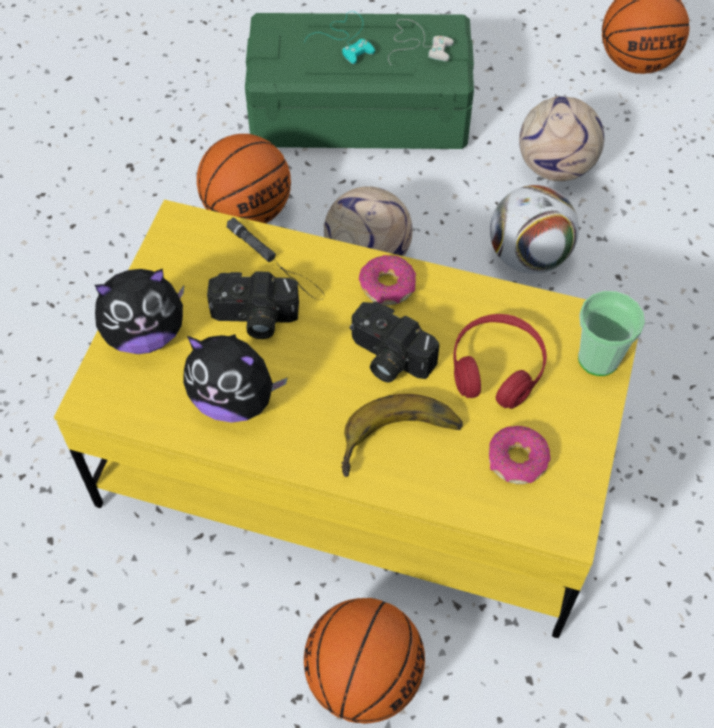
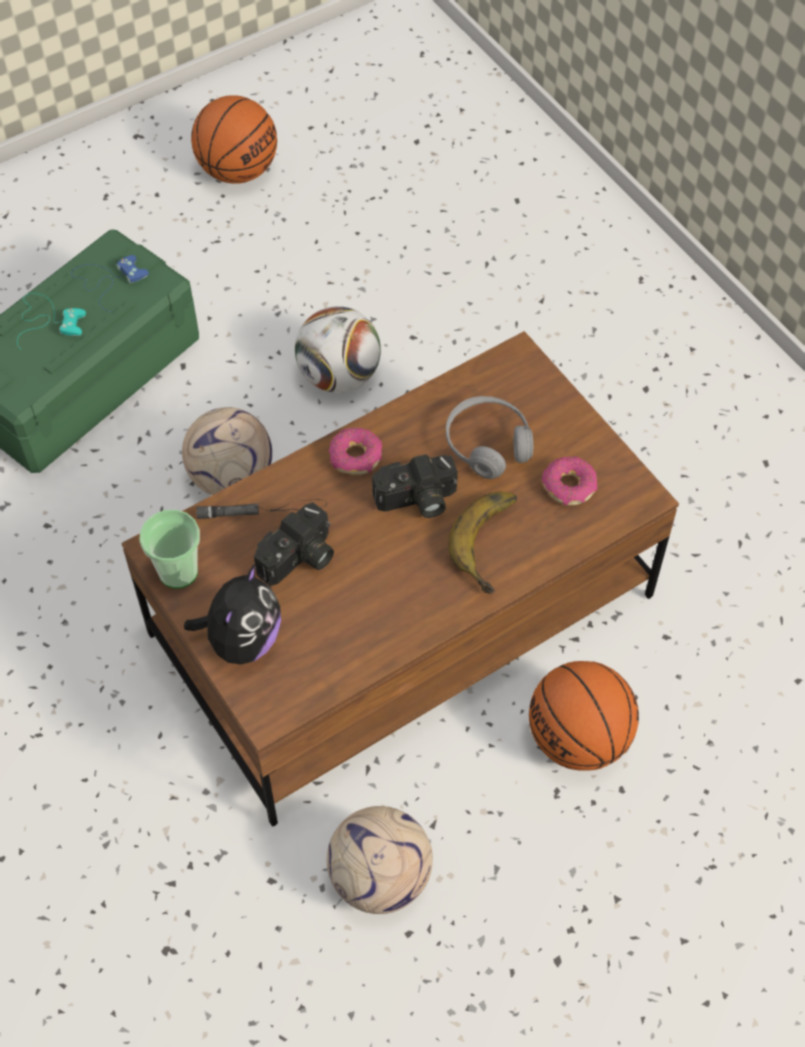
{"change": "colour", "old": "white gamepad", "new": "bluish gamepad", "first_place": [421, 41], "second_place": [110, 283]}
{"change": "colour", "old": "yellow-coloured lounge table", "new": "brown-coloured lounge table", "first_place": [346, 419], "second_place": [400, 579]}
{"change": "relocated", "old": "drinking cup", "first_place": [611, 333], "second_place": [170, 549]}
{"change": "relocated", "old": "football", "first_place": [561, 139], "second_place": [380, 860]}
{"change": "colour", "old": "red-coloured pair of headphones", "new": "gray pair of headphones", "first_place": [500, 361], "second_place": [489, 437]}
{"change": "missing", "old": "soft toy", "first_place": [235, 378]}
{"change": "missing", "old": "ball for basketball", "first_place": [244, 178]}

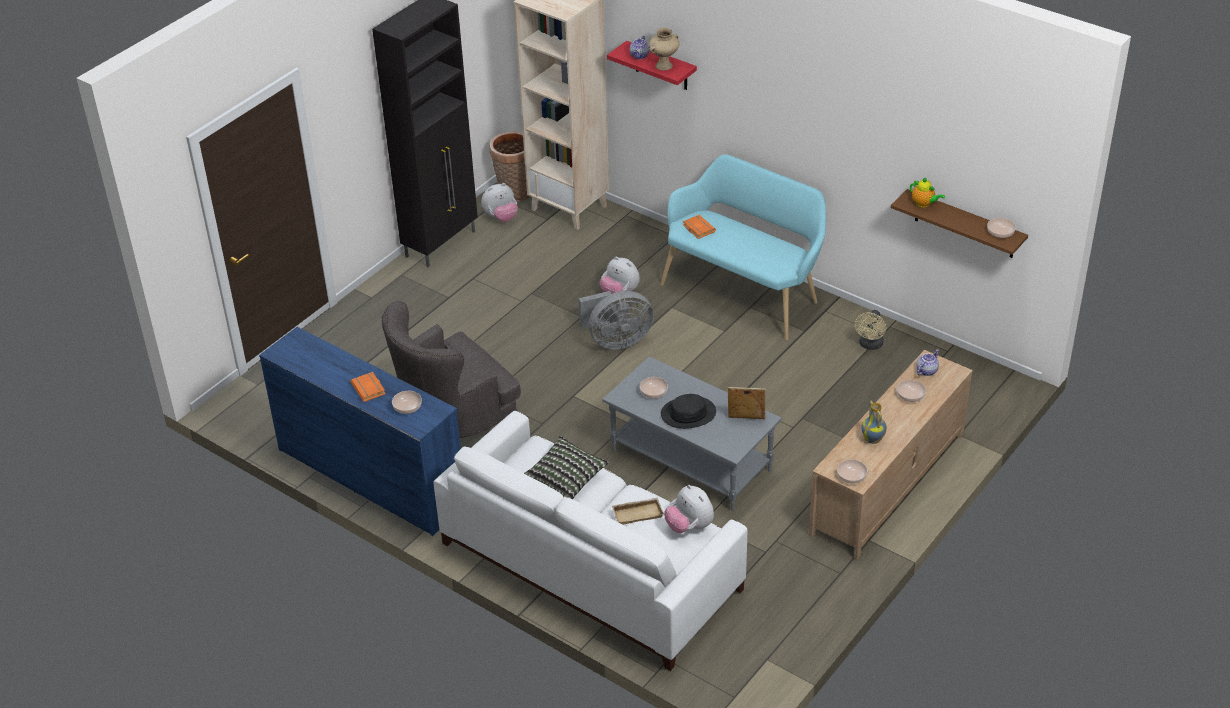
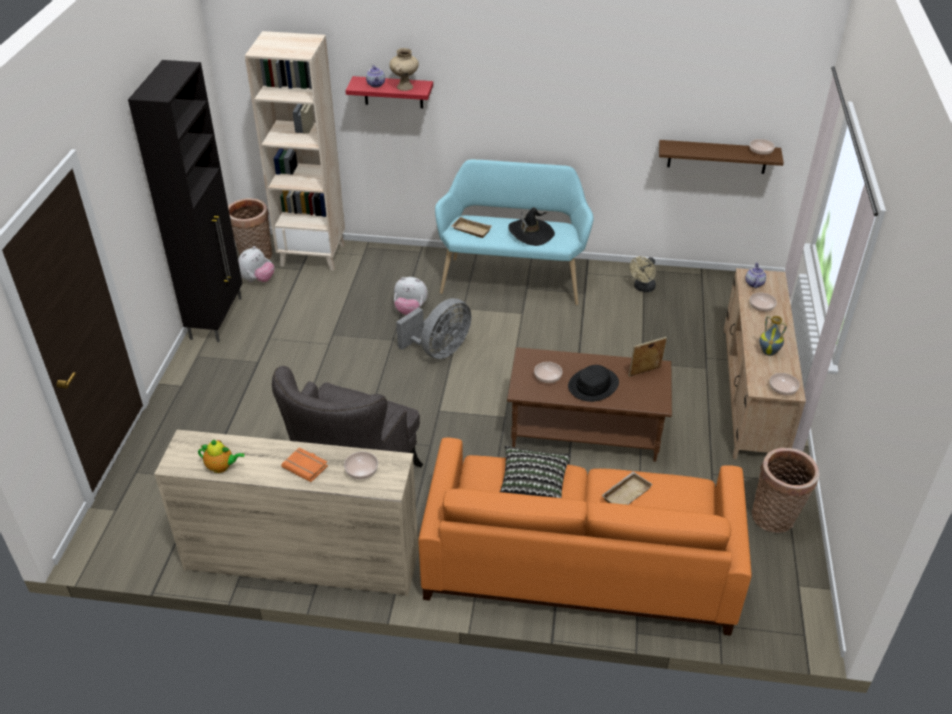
{"change": "colour", "old": "bluish drawer chest", "new": "beige drawer chest", "first_place": [360, 431], "second_place": [286, 513]}
{"change": "relocated", "old": "teapot", "first_place": [927, 193], "second_place": [221, 456]}
{"change": "colour", "old": "white sofa", "new": "orange sofa", "first_place": [590, 541], "second_place": [585, 537]}
{"change": "exchanged", "old": "orange book", "new": "beige carrying tray", "first_place": [699, 227], "second_place": [471, 227]}
{"change": "colour", "old": "gray lounge table", "new": "brown-coloured lounge table", "first_place": [692, 433], "second_place": [589, 404]}
{"change": "appeared", "new": "blackish clothing hat", "second_place": [531, 226]}
{"change": "spun", "old": "beige cooling fan", "first_place": [870, 330], "second_place": [643, 274], "degrees": 45}
{"change": "appeared", "new": "storage basket", "second_place": [785, 490]}
{"change": "missing", "old": "soft toy", "first_place": [689, 509]}

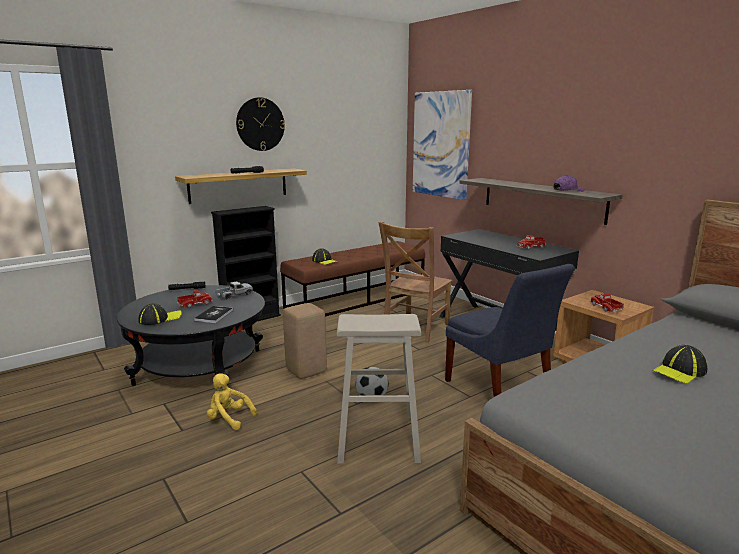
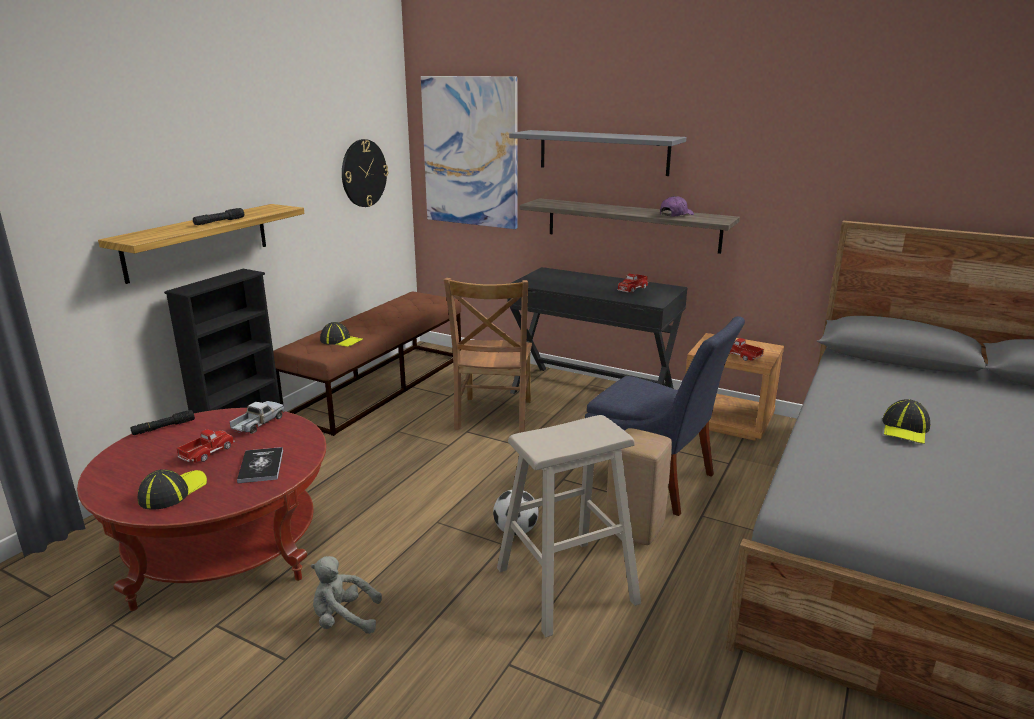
{"change": "colour", "old": "blackish lounge table", "new": "red-coloured lounge table", "first_place": [190, 335], "second_place": [201, 509]}
{"change": "colour", "old": "yellow-coloured soft toy", "new": "gray soft toy", "first_place": [232, 402], "second_place": [346, 595]}
{"change": "relocated", "old": "clock on the wall", "first_place": [260, 124], "second_place": [365, 173]}
{"change": "appeared", "new": "gray bracket shelf", "second_place": [597, 153]}
{"change": "relocated", "old": "beige sitting stool", "first_place": [305, 341], "second_place": [639, 486]}

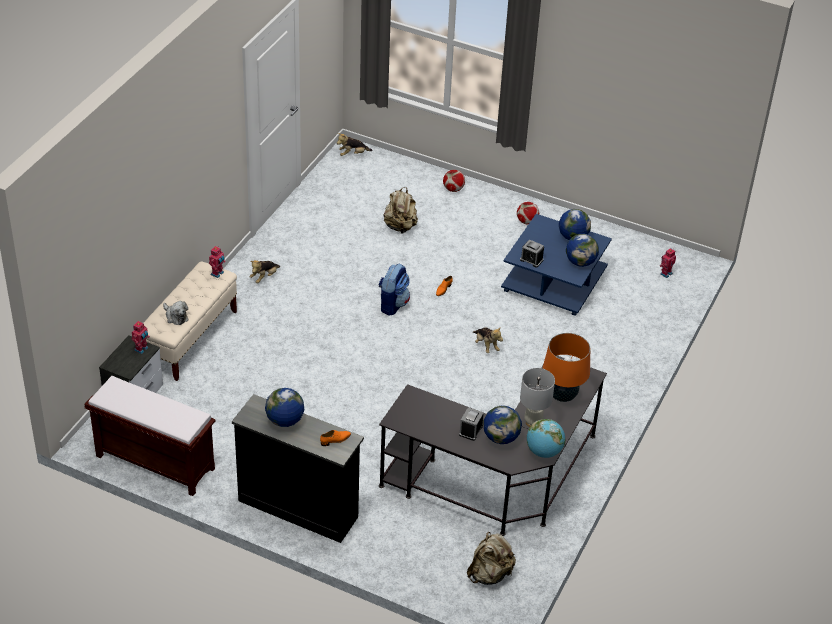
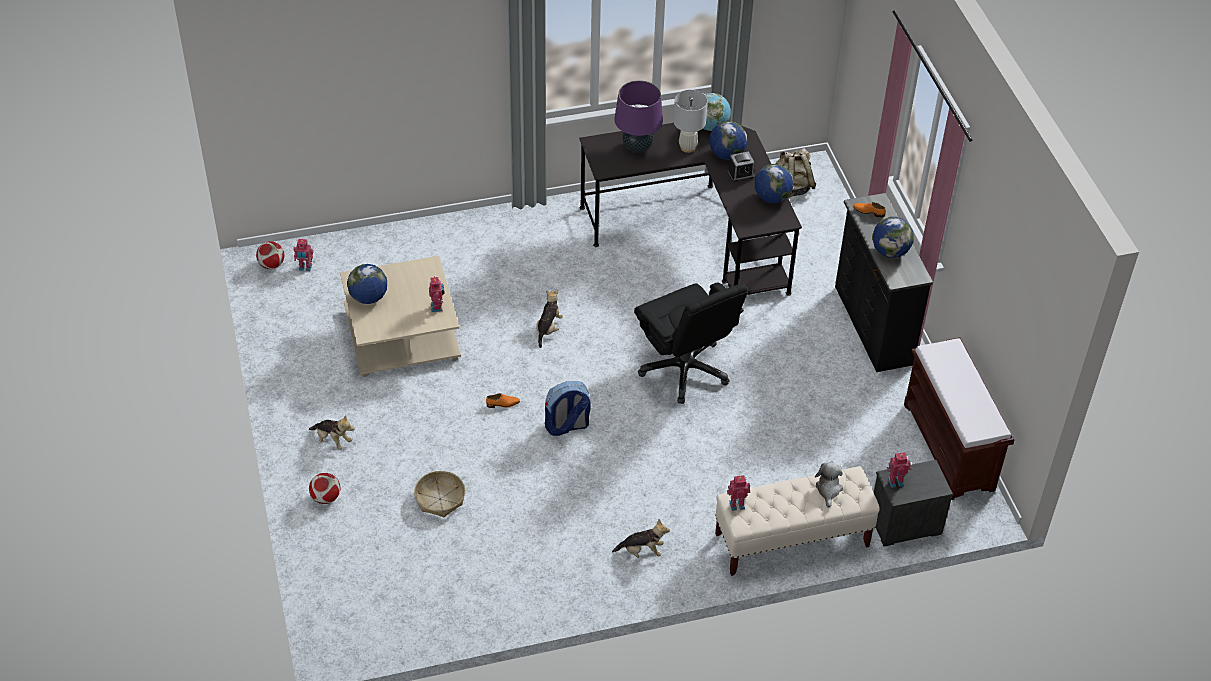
{"change": "relocated", "old": "football", "first_place": [528, 213], "second_place": [270, 255]}
{"change": "relocated", "old": "soft toy", "first_place": [354, 144], "second_place": [331, 432]}
{"change": "colour", "old": "bluish lounge table", "new": "beige lounge table", "first_place": [556, 265], "second_place": [400, 316]}
{"change": "exchanged", "old": "beige knapsack", "new": "storage basket", "first_place": [401, 210], "second_place": [439, 494]}
{"change": "exchanged", "old": "bedside clock", "new": "toy robot", "first_place": [532, 254], "second_place": [437, 294]}
{"change": "colour", "old": "orange table lamp", "new": "purple table lamp", "first_place": [566, 367], "second_place": [638, 116]}
{"change": "appeared", "new": "blackish desk chair", "second_place": [691, 343]}
{"change": "relocated", "old": "desk globe", "first_place": [582, 250], "second_place": [774, 183]}

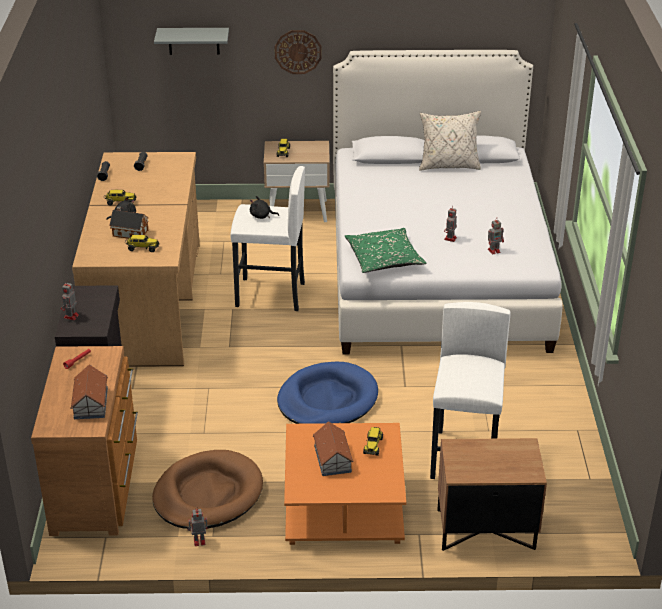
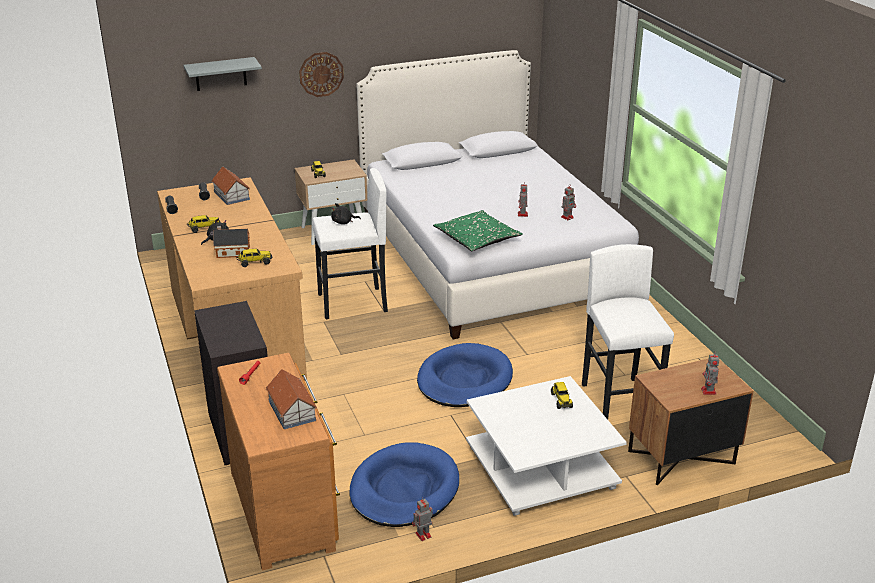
{"change": "relocated", "old": "model house", "first_place": [333, 448], "second_place": [230, 185]}
{"change": "colour", "old": "brown-coloured dog bed", "new": "bluish dog bed", "first_place": [207, 489], "second_place": [404, 484]}
{"change": "colour", "old": "orange lounge table", "new": "white lounge table", "first_place": [345, 484], "second_place": [546, 446]}
{"change": "relocated", "old": "toy robot", "first_place": [70, 301], "second_place": [710, 373]}
{"change": "missing", "old": "beige throw pillow", "first_place": [450, 141]}

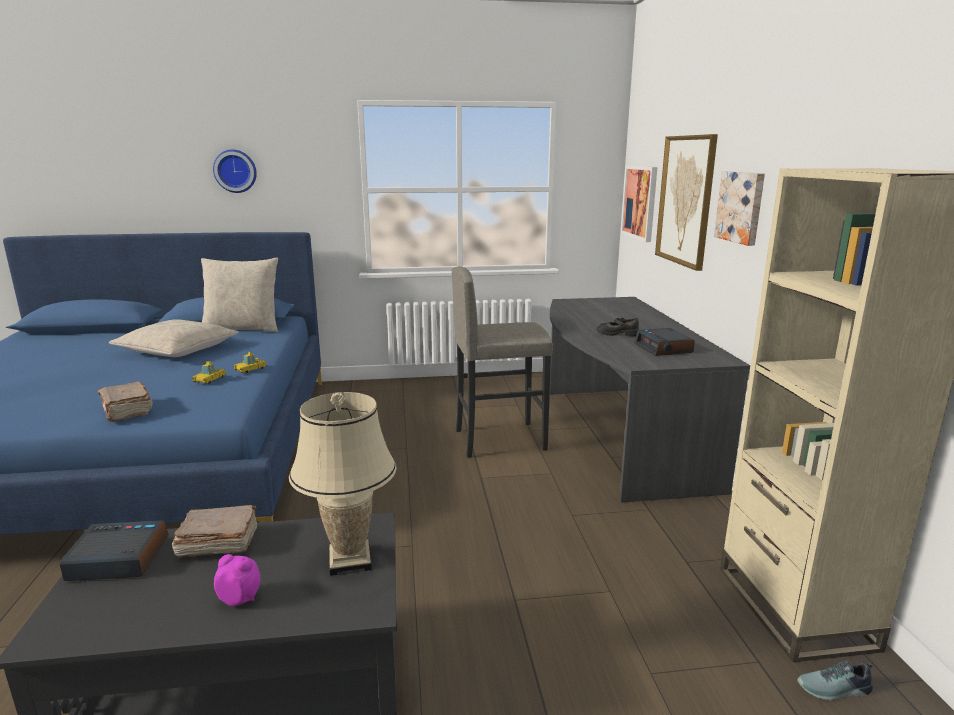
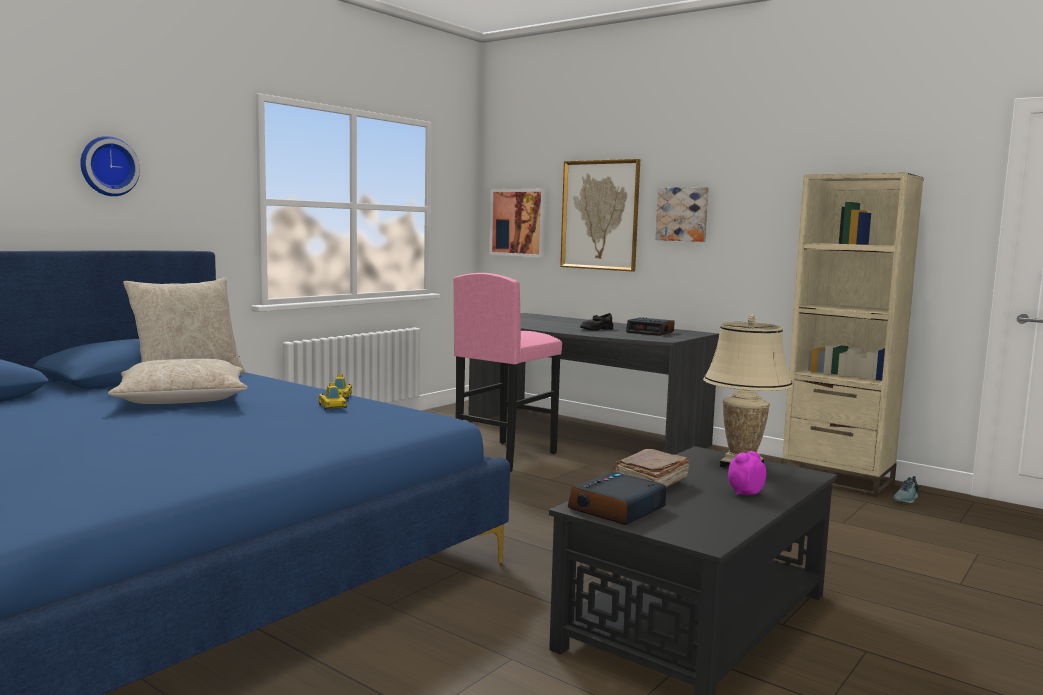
{"change": "colour", "old": "gray sitting stool", "new": "pink sitting stool", "first_place": [502, 362], "second_place": [508, 372]}
{"change": "missing", "old": "brown-coloured book", "first_place": [125, 402]}

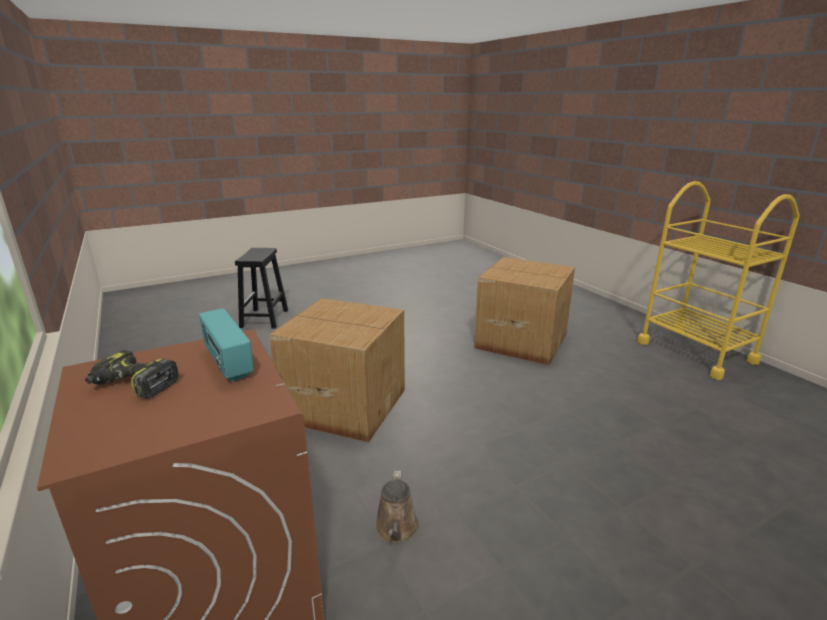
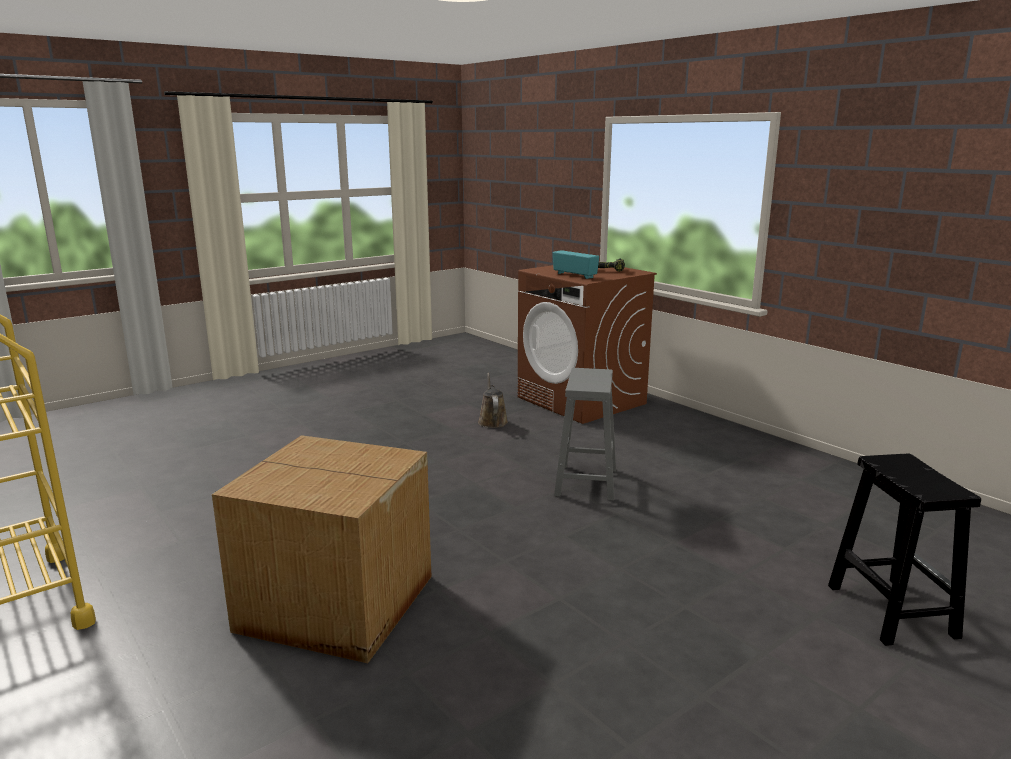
{"change": "exchanged", "old": "carton", "new": "gray sitting stool", "first_place": [337, 370], "second_place": [585, 434]}

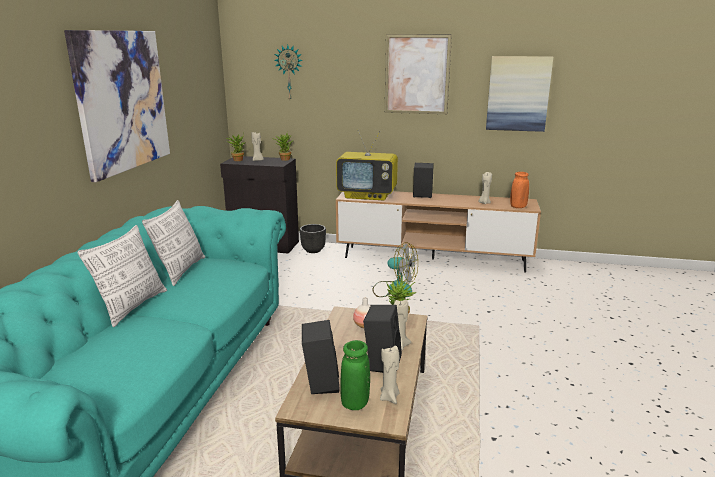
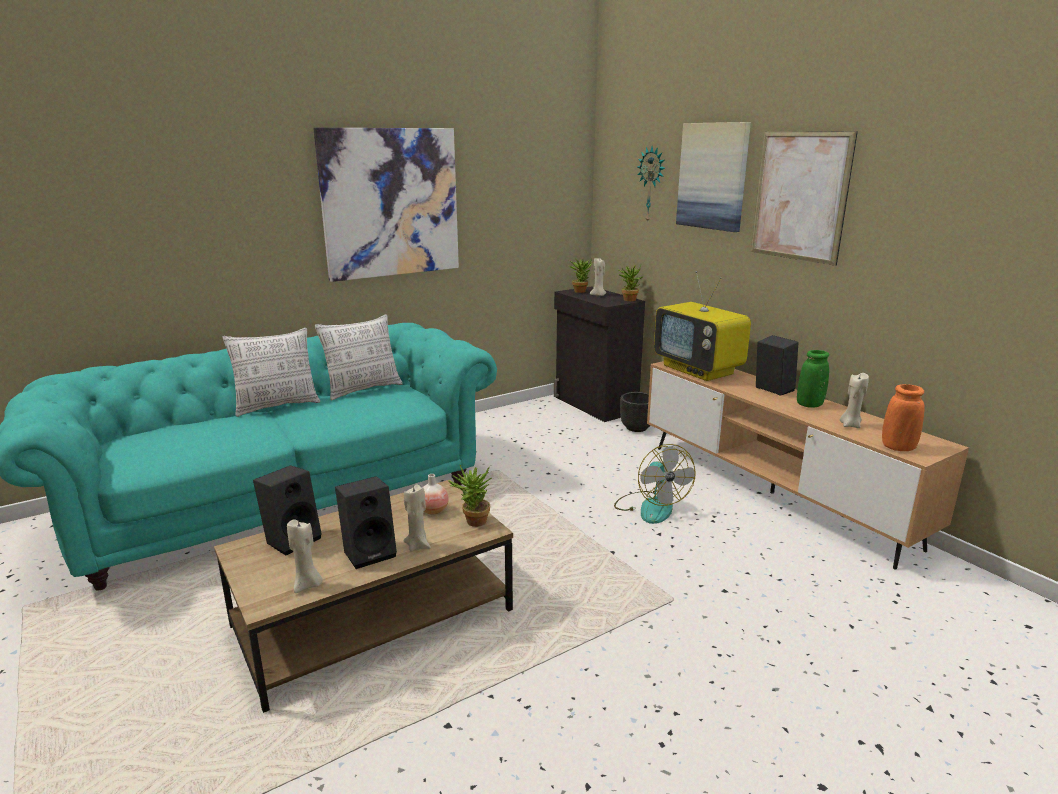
{"change": "relocated", "old": "wall picture", "first_place": [519, 94], "second_place": [713, 177]}
{"change": "relocated", "old": "green vase", "first_place": [355, 375], "second_place": [813, 379]}

